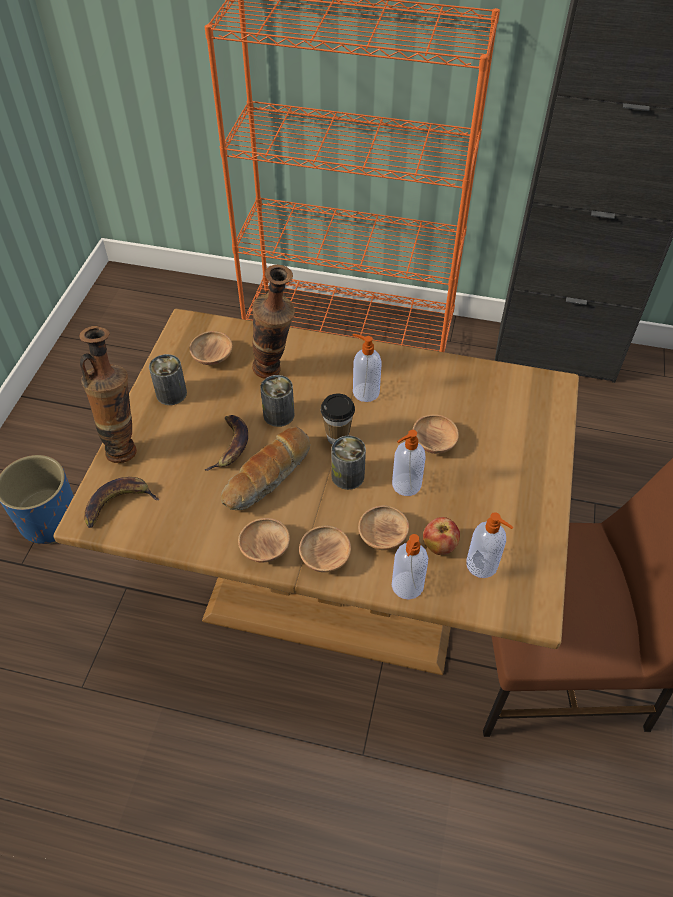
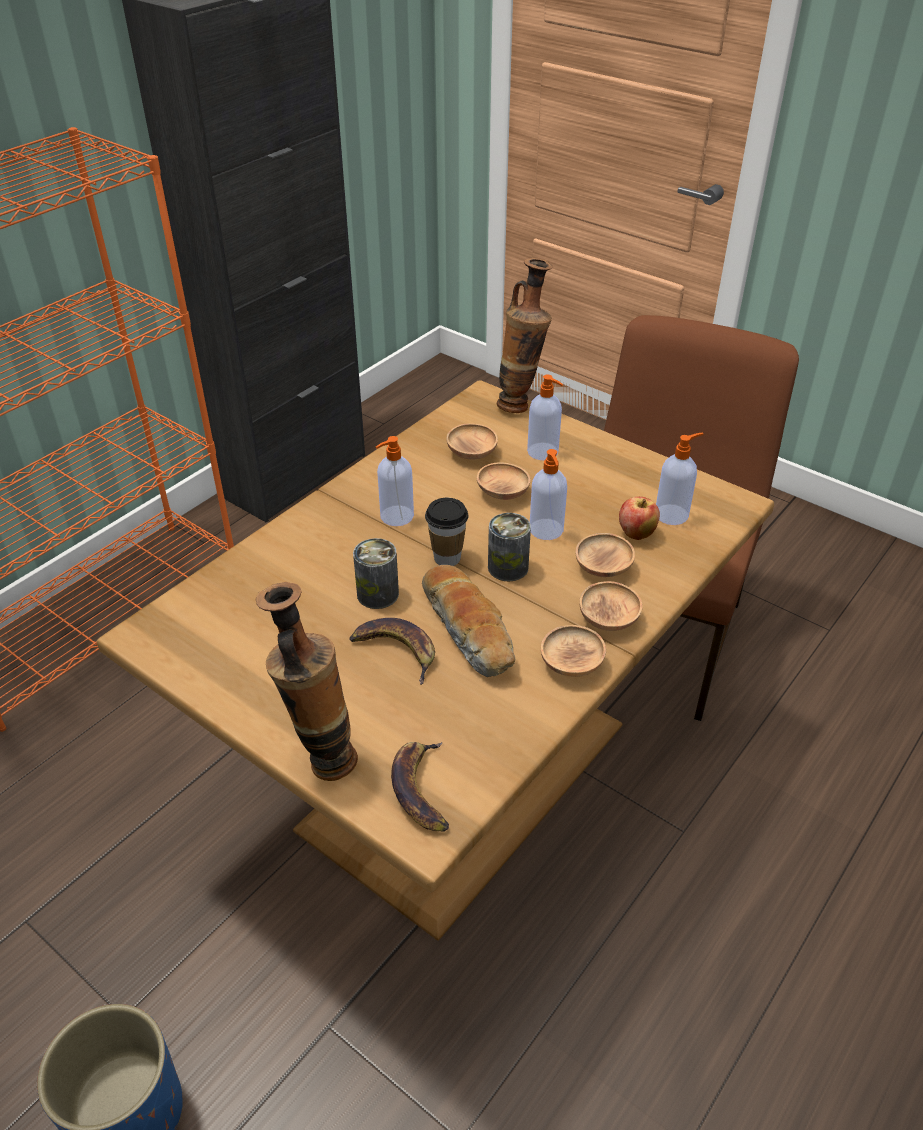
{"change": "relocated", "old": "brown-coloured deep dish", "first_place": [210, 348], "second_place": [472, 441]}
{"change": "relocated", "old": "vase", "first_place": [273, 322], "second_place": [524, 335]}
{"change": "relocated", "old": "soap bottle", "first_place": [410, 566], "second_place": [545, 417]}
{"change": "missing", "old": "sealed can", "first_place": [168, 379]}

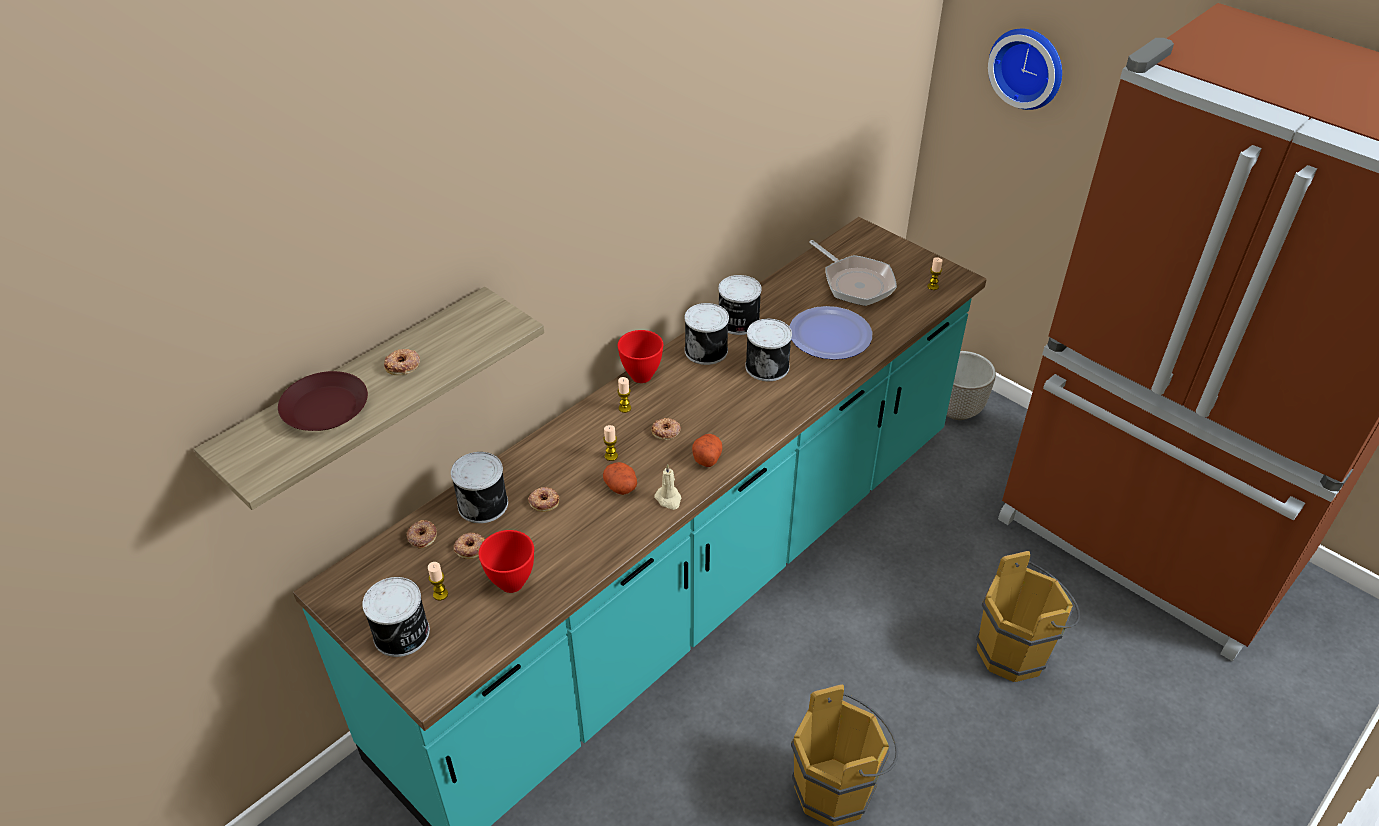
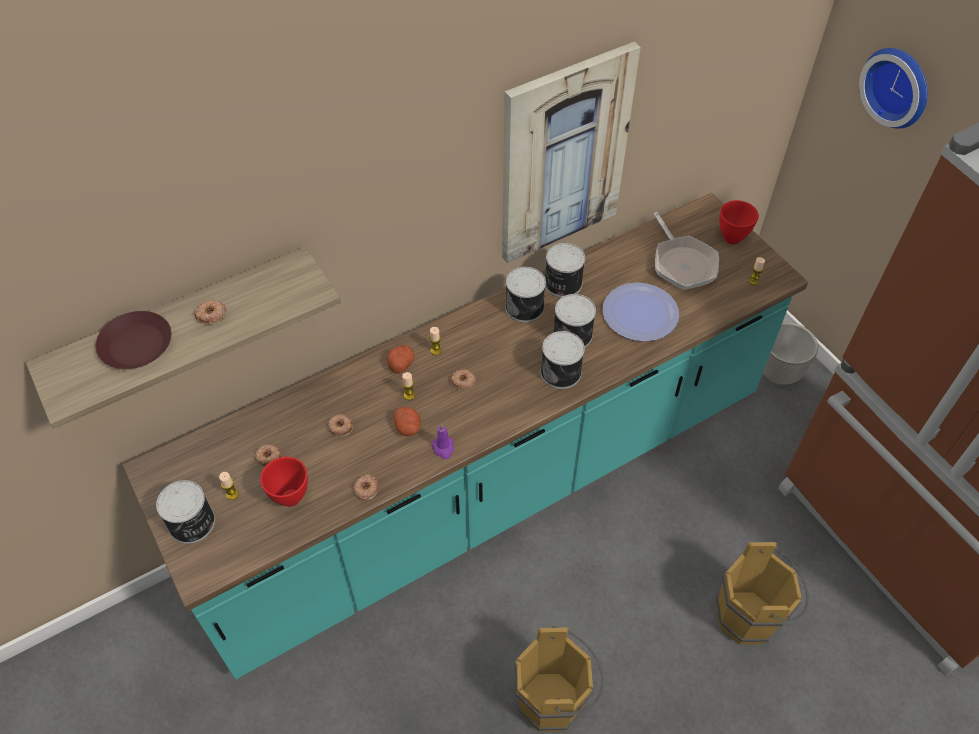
{"change": "relocated", "old": "doughnut", "first_place": [422, 534], "second_place": [366, 487]}
{"change": "relocated", "old": "spud", "first_place": [707, 450], "second_place": [401, 359]}
{"change": "colour", "old": "beige candle", "new": "purple candle", "first_place": [667, 487], "second_place": [442, 441]}
{"change": "appeared", "new": "wall picture", "second_place": [571, 153]}
{"change": "relocated", "old": "sealed can", "first_place": [479, 487], "second_place": [563, 360]}
{"change": "relocated", "old": "red-coloured deep dish", "first_place": [640, 356], "second_place": [739, 222]}

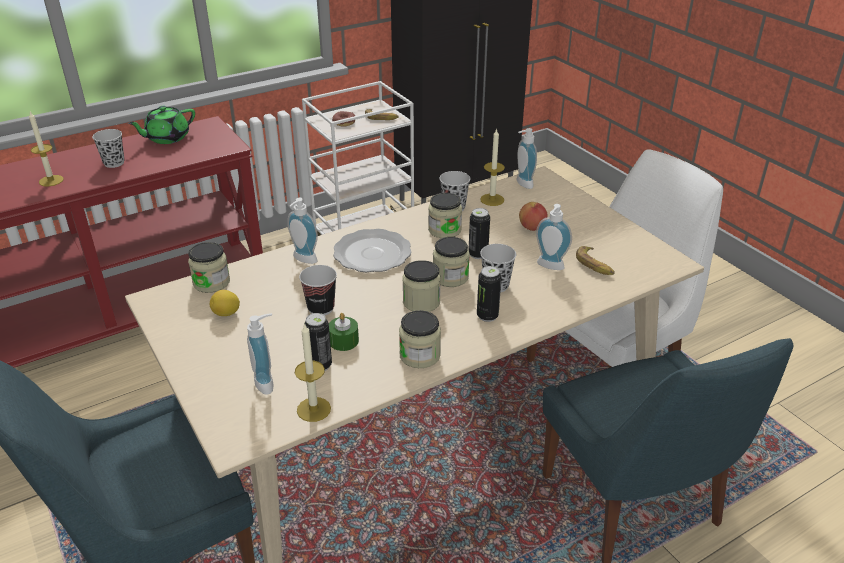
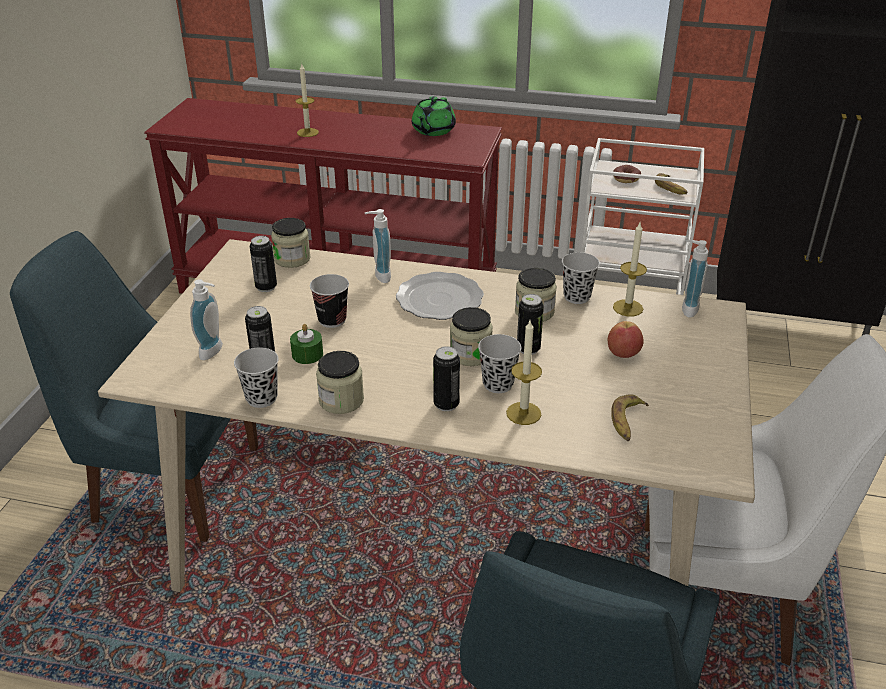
{"change": "relocated", "old": "blackish drinking cup", "first_place": [108, 148], "second_place": [256, 378]}
{"change": "exchanged", "old": "whole lemon", "new": "sealed can", "first_place": [225, 303], "second_place": [263, 264]}
{"change": "spun", "old": "green teapot", "first_place": [161, 125], "second_place": [434, 116], "degrees": -75}
{"change": "relocated", "old": "candle", "first_place": [313, 372], "second_place": [524, 373]}
{"change": "missing", "old": "jar", "first_place": [421, 286]}
{"change": "missing", "old": "soap bottle", "first_place": [554, 237]}

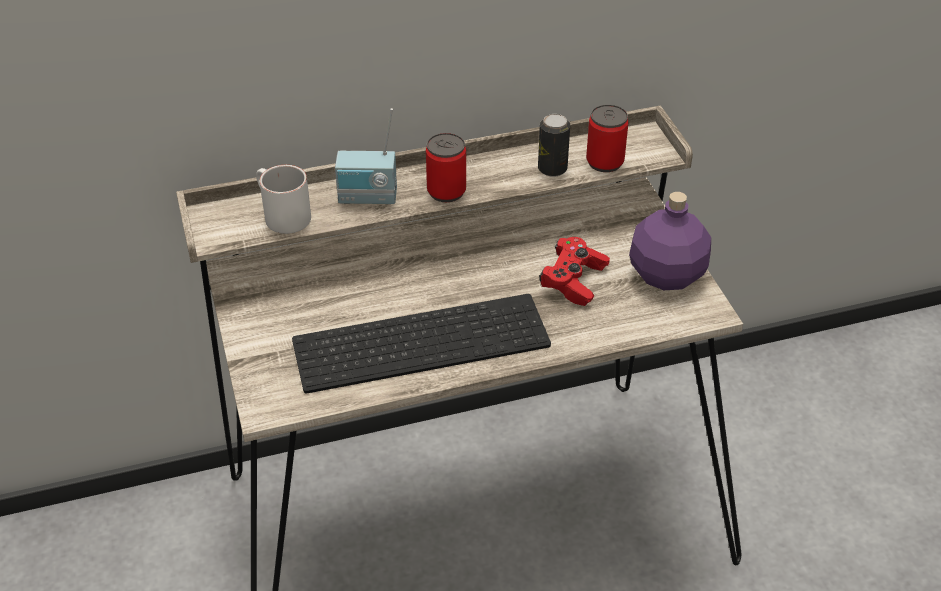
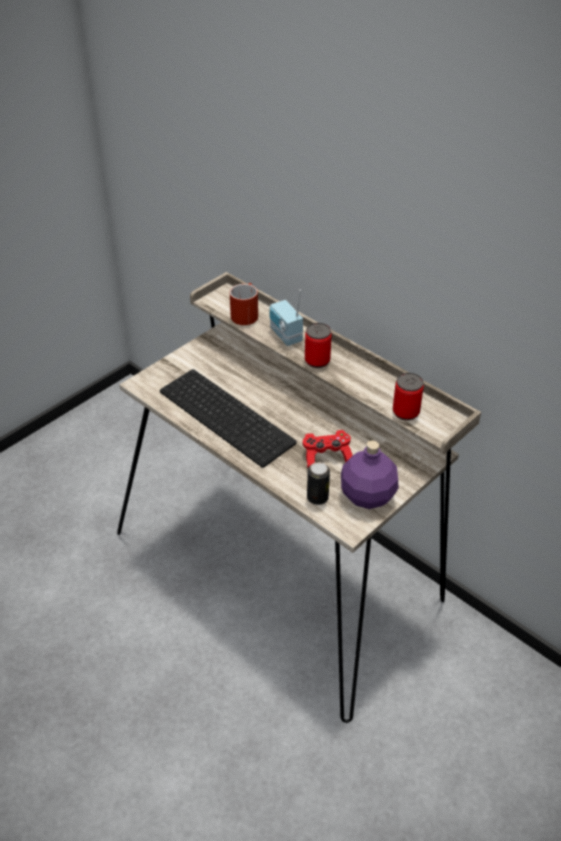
{"change": "colour", "old": "white coffee mug", "new": "red-coloured coffee mug", "first_place": [283, 199], "second_place": [244, 304]}
{"change": "relocated", "old": "sealed can", "first_place": [554, 145], "second_place": [318, 483]}

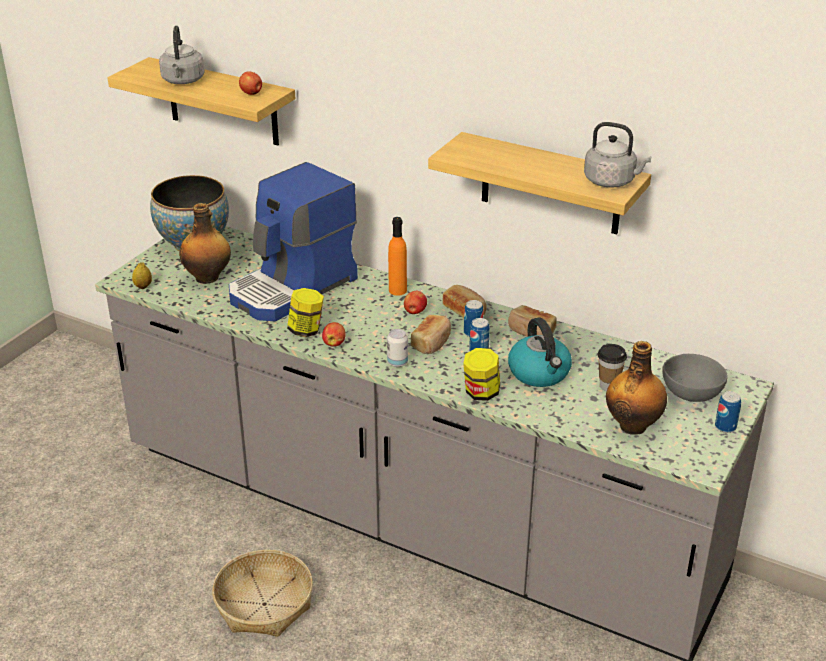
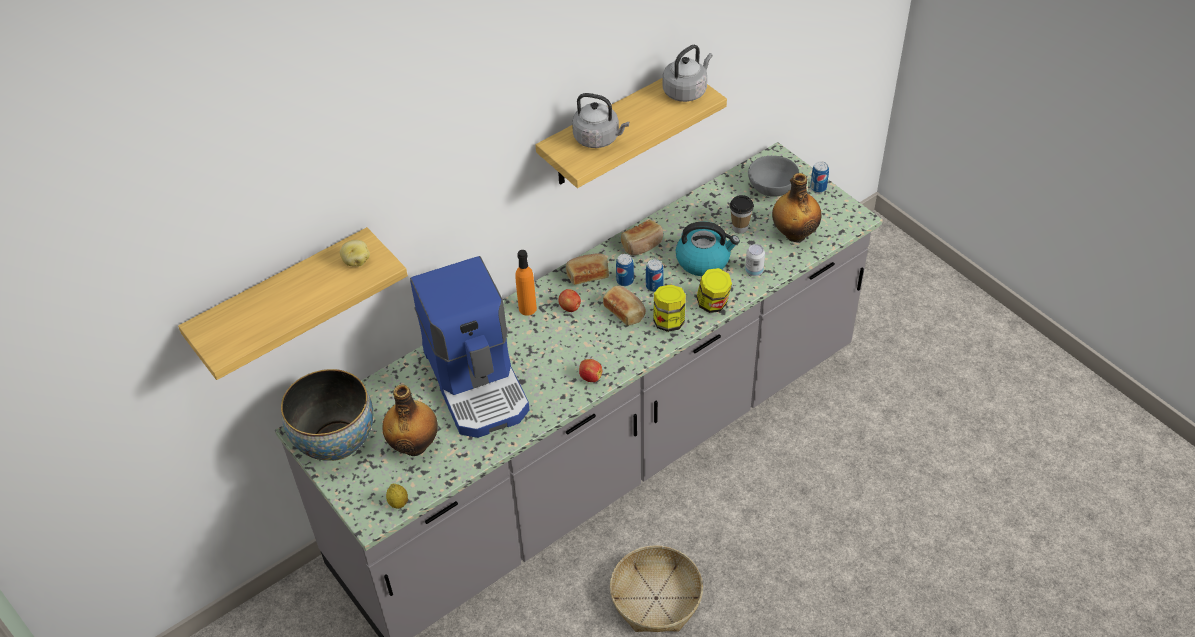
{"change": "exchanged", "old": "apple fruit", "new": "spud", "first_place": [250, 83], "second_place": [355, 253]}
{"change": "relocated", "old": "gray kettle", "first_place": [182, 55], "second_place": [600, 120]}
{"change": "relocated", "old": "jar", "first_place": [305, 312], "second_place": [669, 308]}
{"change": "relocated", "old": "sealed can", "first_place": [397, 348], "second_place": [755, 260]}

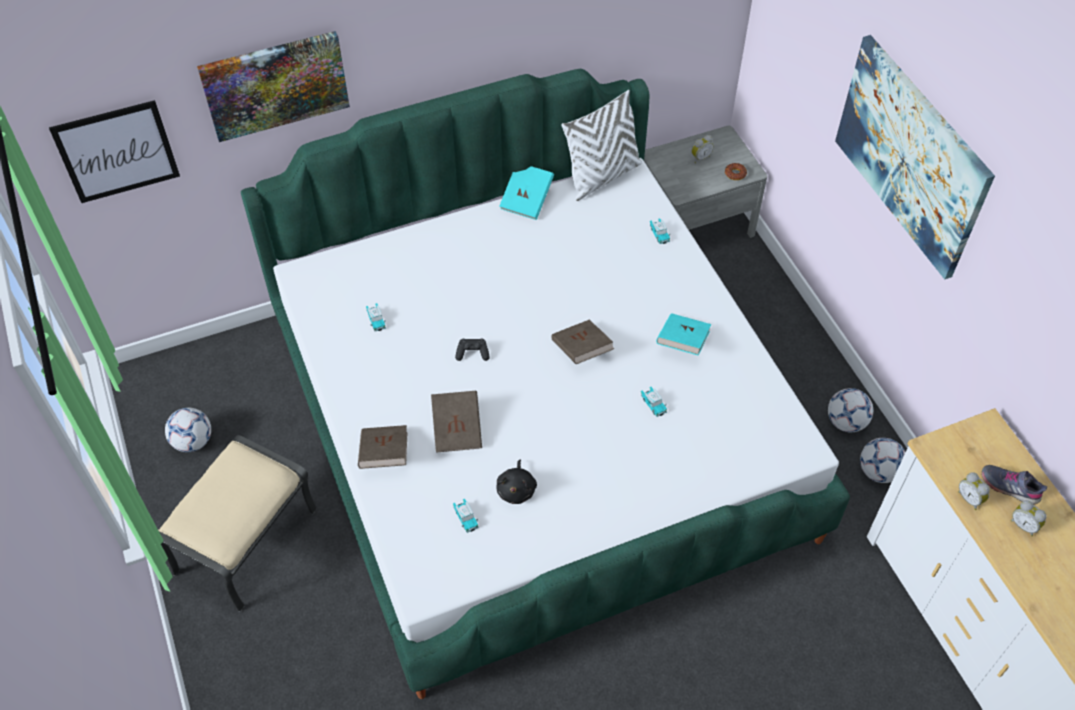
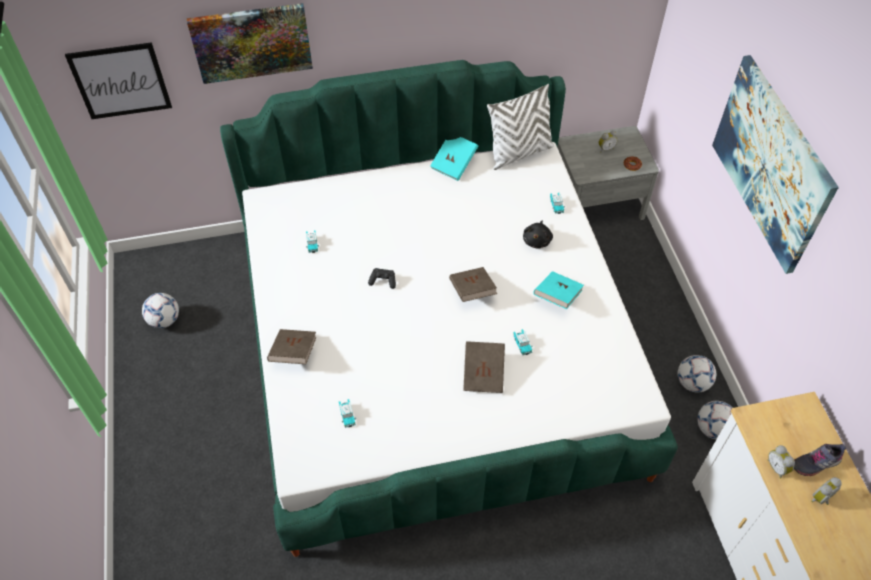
{"change": "relocated", "old": "brown-coloured book", "first_place": [456, 422], "second_place": [484, 367]}
{"change": "relocated", "old": "blackish soft toy", "first_place": [516, 482], "second_place": [538, 234]}
{"change": "spun", "old": "gray item of footwear", "first_place": [1014, 485], "second_place": [820, 460], "degrees": -60}
{"change": "spun", "old": "bedside clock", "first_place": [1028, 518], "second_place": [826, 491], "degrees": 90}
{"change": "missing", "old": "beige footrest", "first_place": [237, 523]}

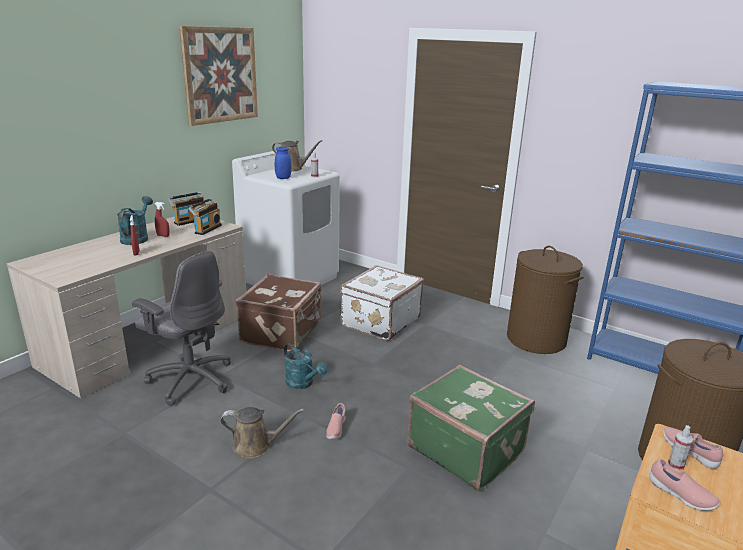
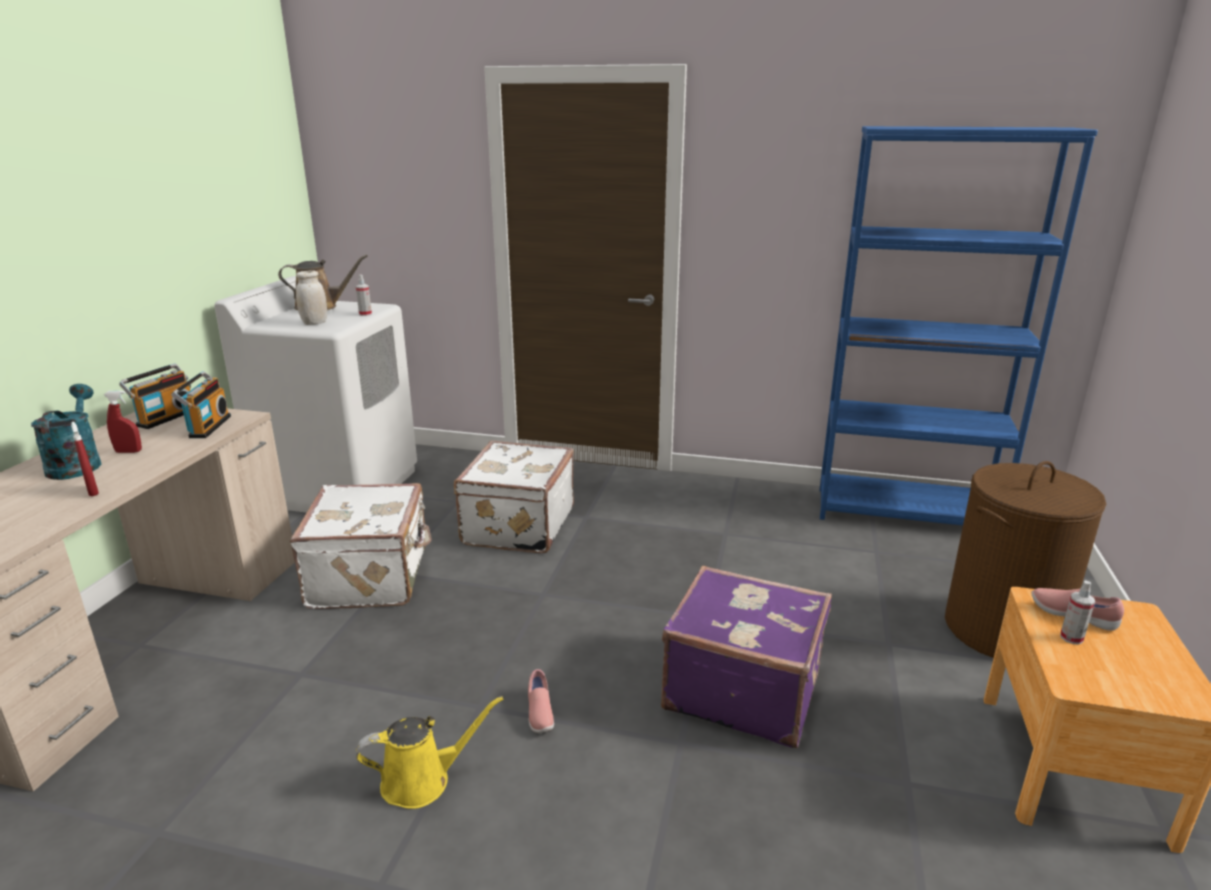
{"change": "colour", "old": "brown-coloured piece of luggage", "new": "white piece of luggage", "first_place": [278, 312], "second_place": [361, 546]}
{"change": "colour", "old": "bluish jar", "new": "white jar", "first_place": [283, 163], "second_place": [311, 297]}
{"change": "colour", "old": "brown-coloured watering pot", "new": "yellow-coloured watering pot", "first_place": [262, 433], "second_place": [429, 752]}
{"change": "colour", "old": "green piece of luggage", "new": "purple piece of luggage", "first_place": [471, 428], "second_place": [746, 656]}
{"change": "missing", "old": "gray desk chair", "first_place": [181, 328]}
{"change": "missing", "old": "wall picture", "first_place": [218, 76]}
{"change": "missing", "old": "turquoise watering pot", "first_place": [305, 366]}
{"change": "missing", "old": "brown-coloured laundry basket", "first_place": [545, 300]}
{"change": "missing", "old": "pink item of footwear", "first_place": [684, 485]}

